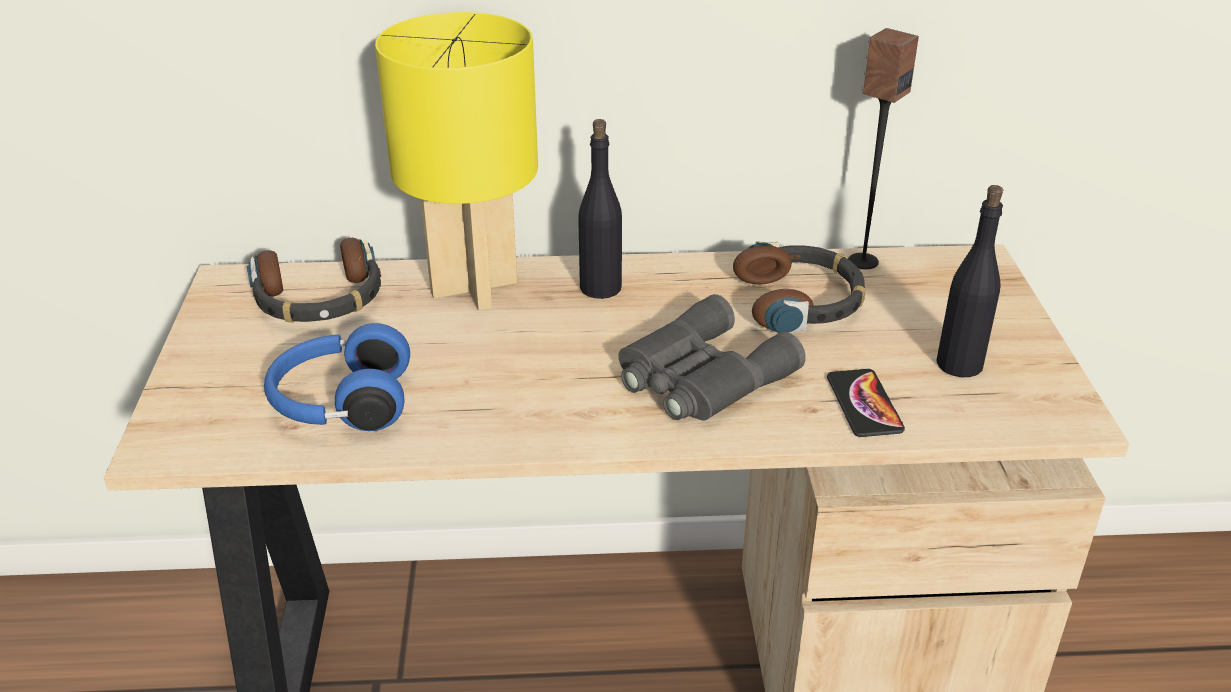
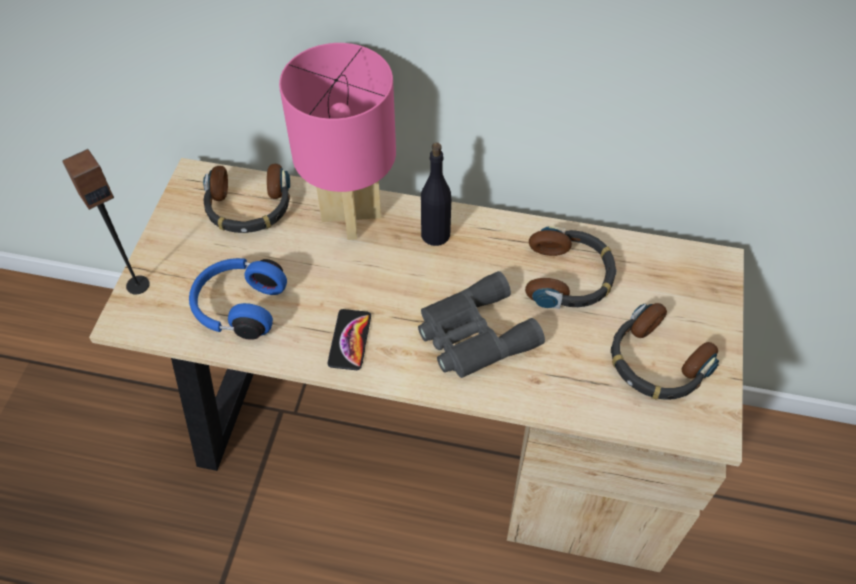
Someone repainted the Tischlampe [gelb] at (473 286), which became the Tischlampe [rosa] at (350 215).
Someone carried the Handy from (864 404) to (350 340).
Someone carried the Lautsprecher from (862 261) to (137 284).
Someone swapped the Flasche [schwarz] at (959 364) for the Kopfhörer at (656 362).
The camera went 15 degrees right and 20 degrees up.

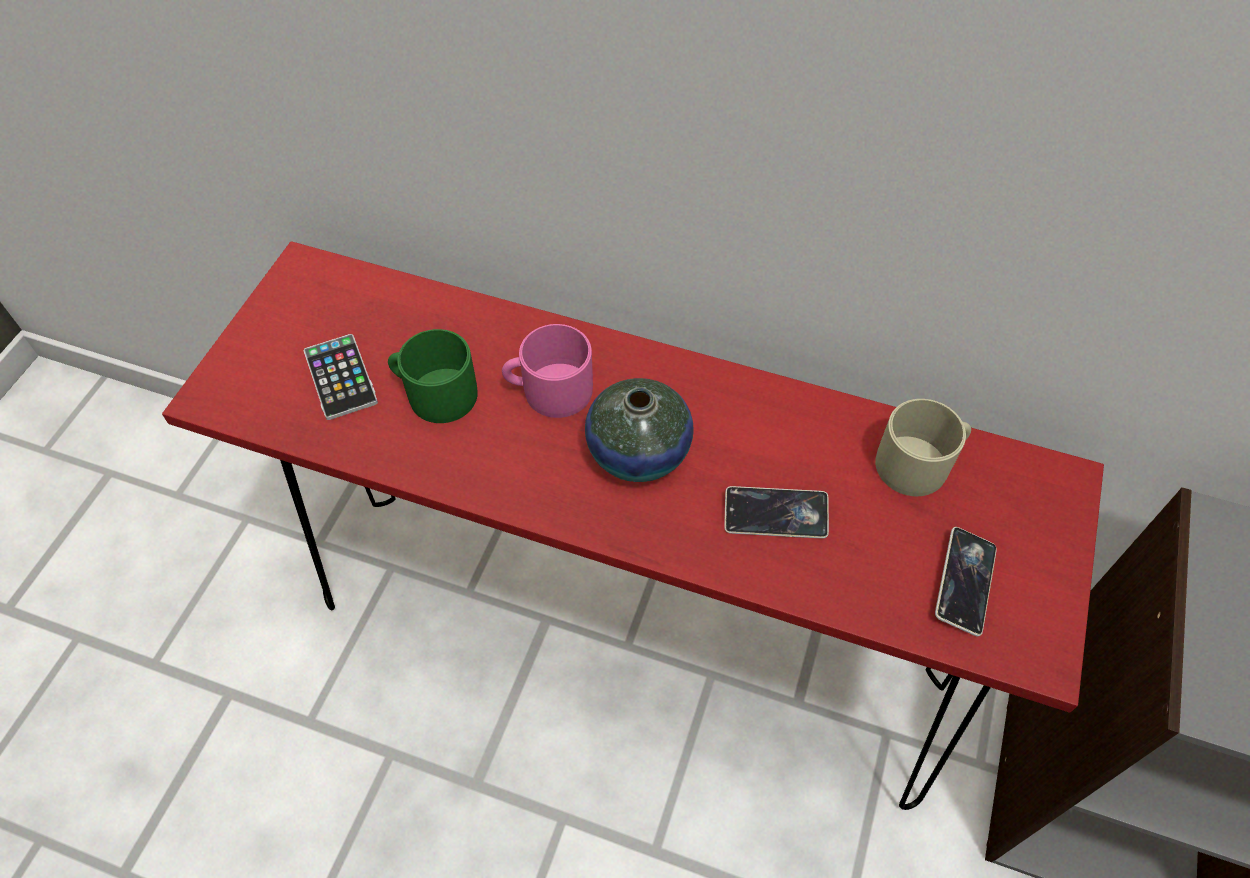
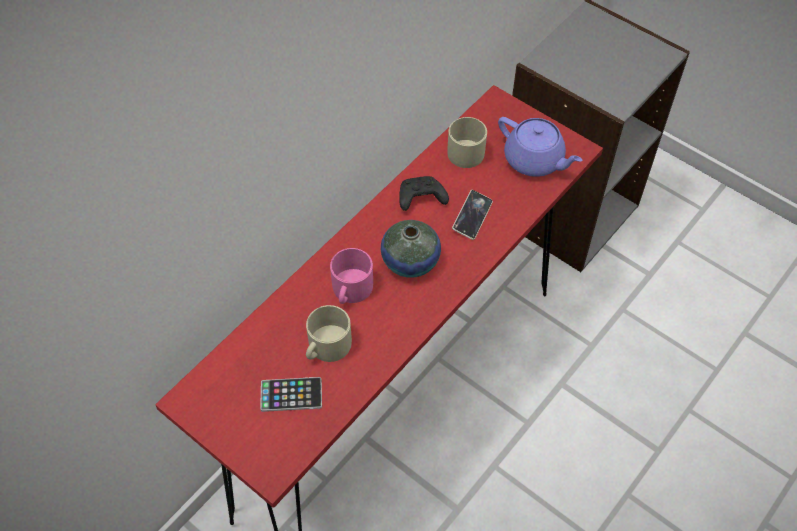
Someone repainted the Henkelbecher [grün] at (434 393), which became the Henkelbecher [beige] at (326 347).
Someone swapped the Handy at (964 583) for the Teekanne [lila] at (535 160).
Someone put down the Gamepad [schwarz] at (420 199).
The camera went 70 degrees left and 0 degrees up.

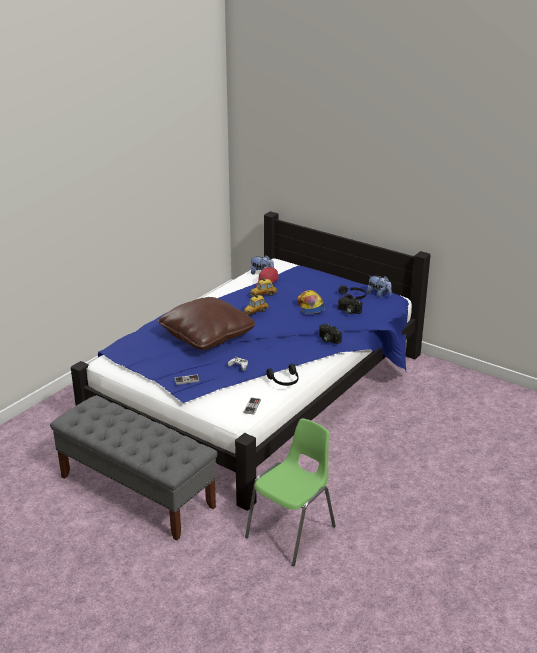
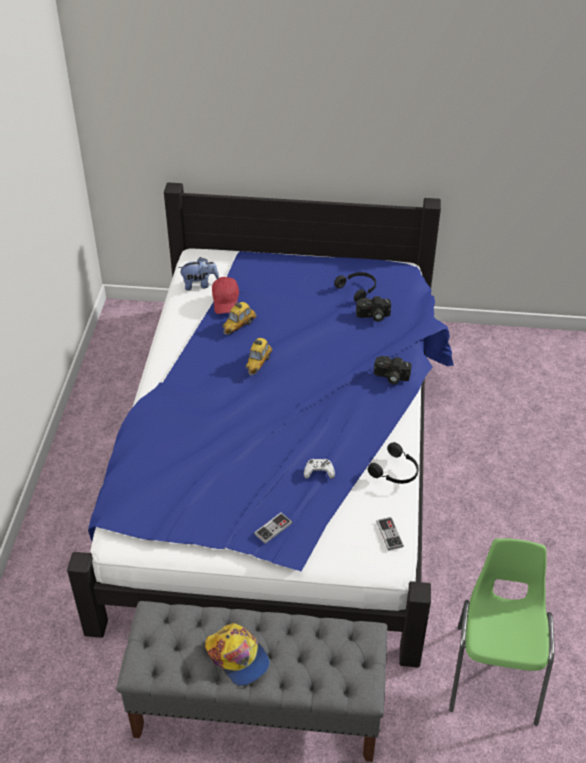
Someone took away the Kissen [braun] at (207 336).
Someone carried the Kappe from (311 307) to (238 657).
Someone took away the Plüschtier at (379 294).
The camera went 30 degrees left and 15 degrees up.

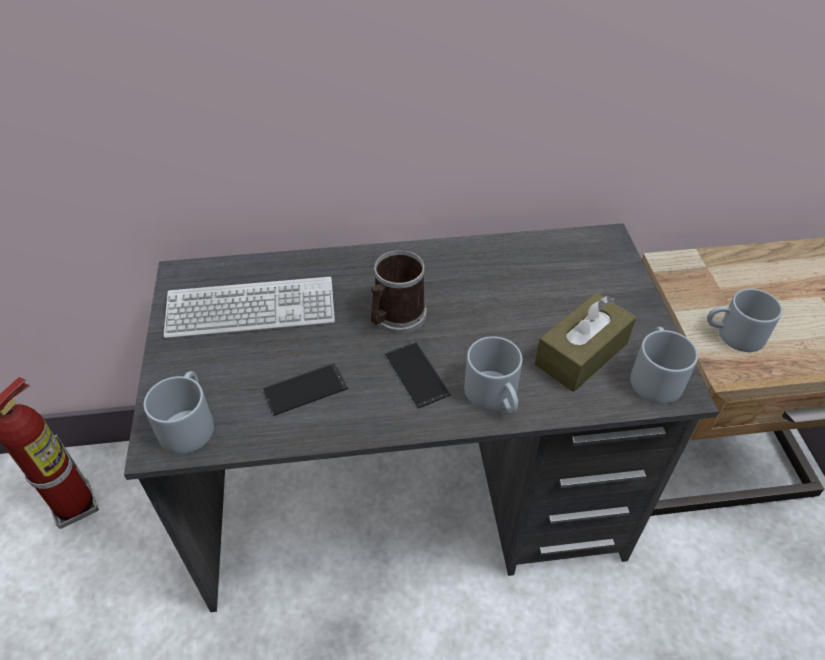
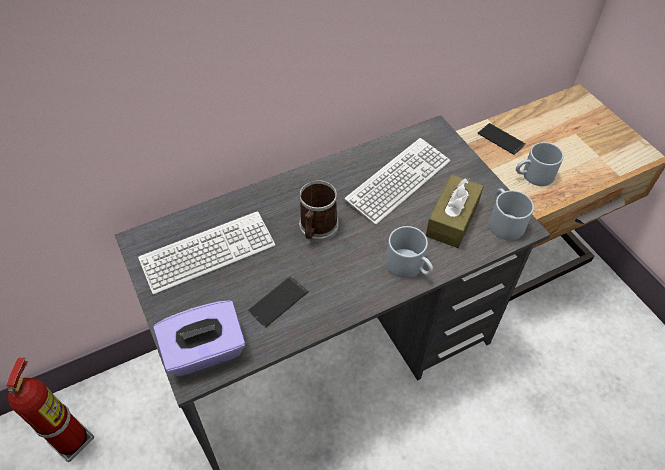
Someone swapped the Henkelbecher [grau] at (188 422) for the Taschentuchbox [lila] at (205 352).
Someone carried the Handy from (417 374) to (501 139).
Someone put down the Tastatur at (398 181).
The camera went 20 degrees left and 5 degrees up.

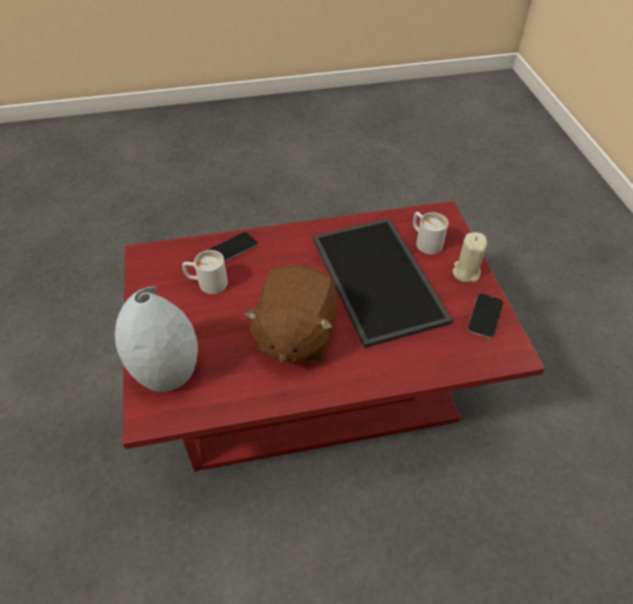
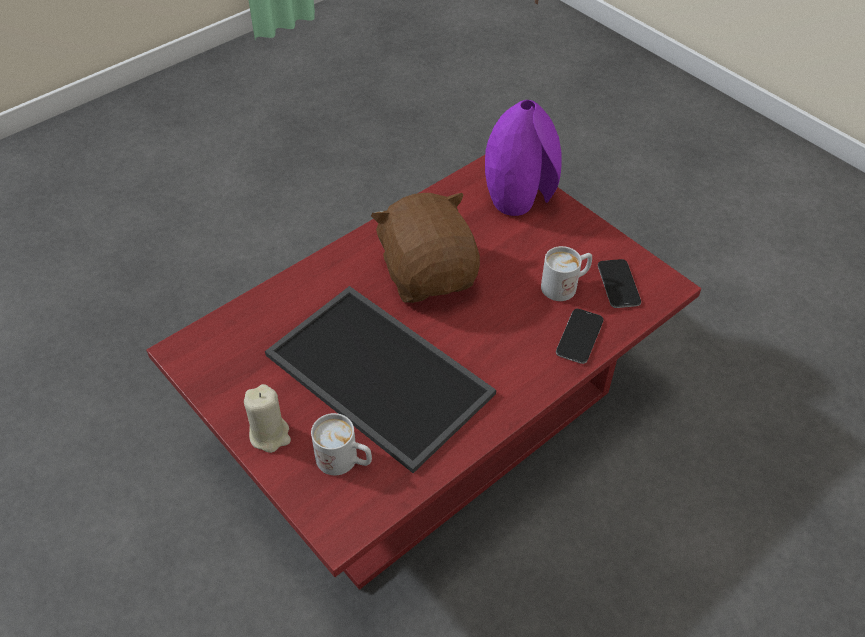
Someone repainted the Vase [grau] at (165 370), which became the Vase [lila] at (519 198).
Someone carried the Handy from (485 316) to (618 284).
The camera went 150 degrees right and 0 degrees up.

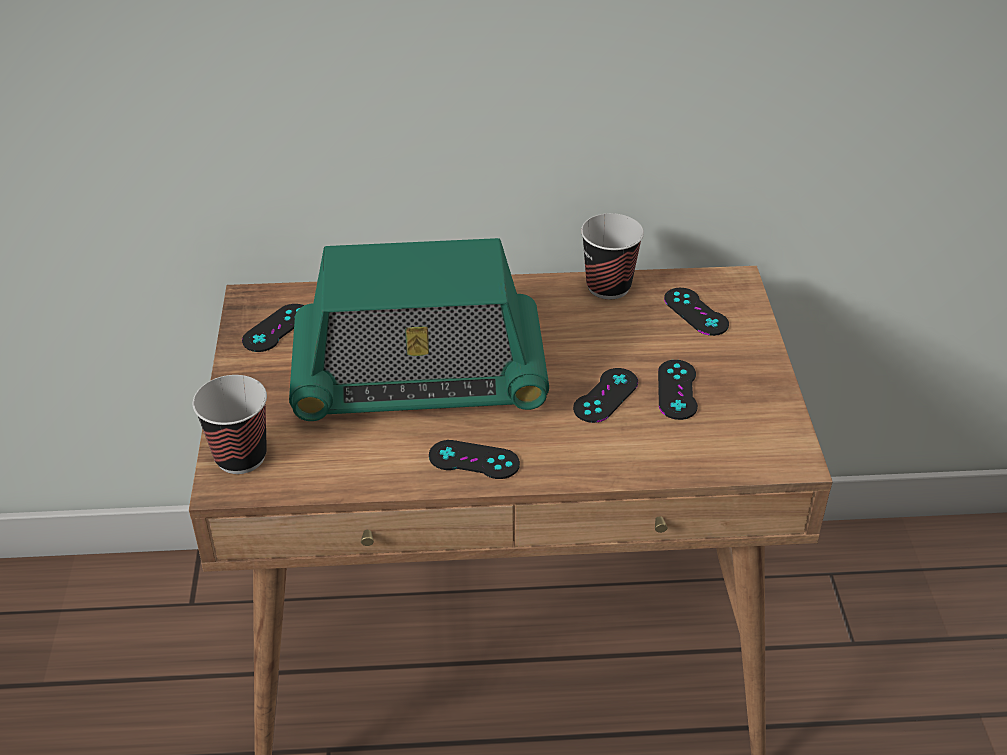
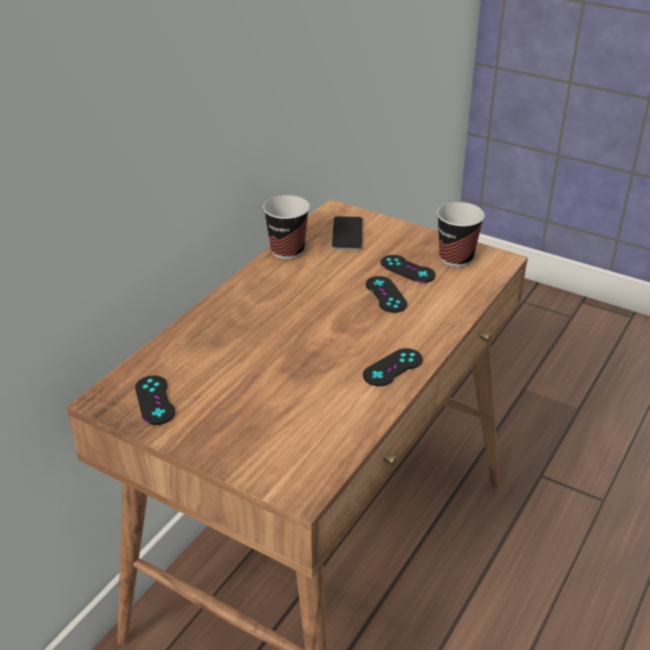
Someone carried the Tasse from (240 457) to (456 258).
Someone took away the Radio at (419 378).
Someone swapped the Gamepad [schwarz] at (696 312) for the Handy at (347 234).
The camera went 55 degrees left and 5 degrees down.

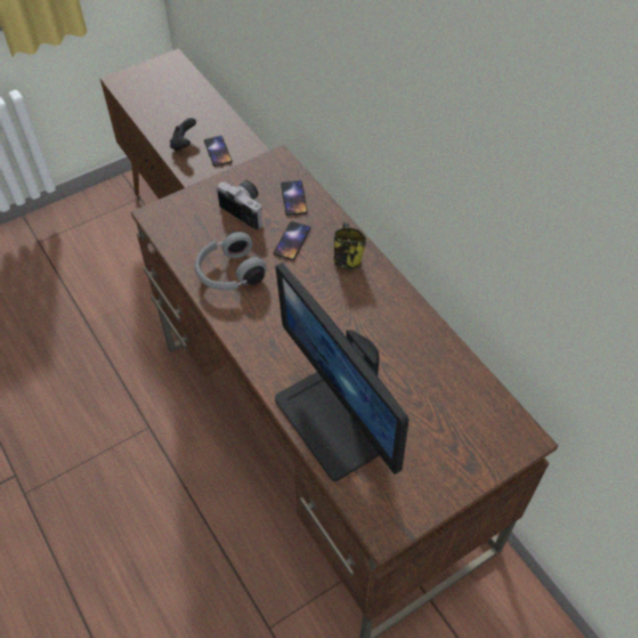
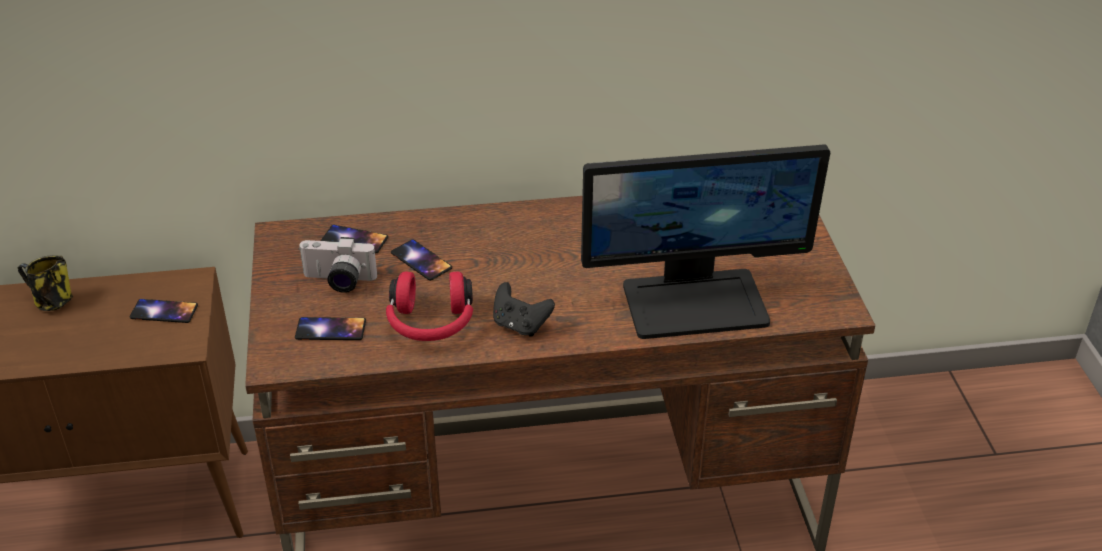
Someone carried the Gamepad [schwarz] from (183 144) to (520 325).
Someone repainted the Kopfhörer [grau] at (229 273), which became the Kopfhörer [rot] at (431 324).
Someone rotated the Kamera at (246 209) by 150 degrees counterclockwise.
Someone carried the Henkelbecher from (347 259) to (52 302).
Someone put down the Handy at (330 329).
The camera went 65 degrees left and 15 degrees down.

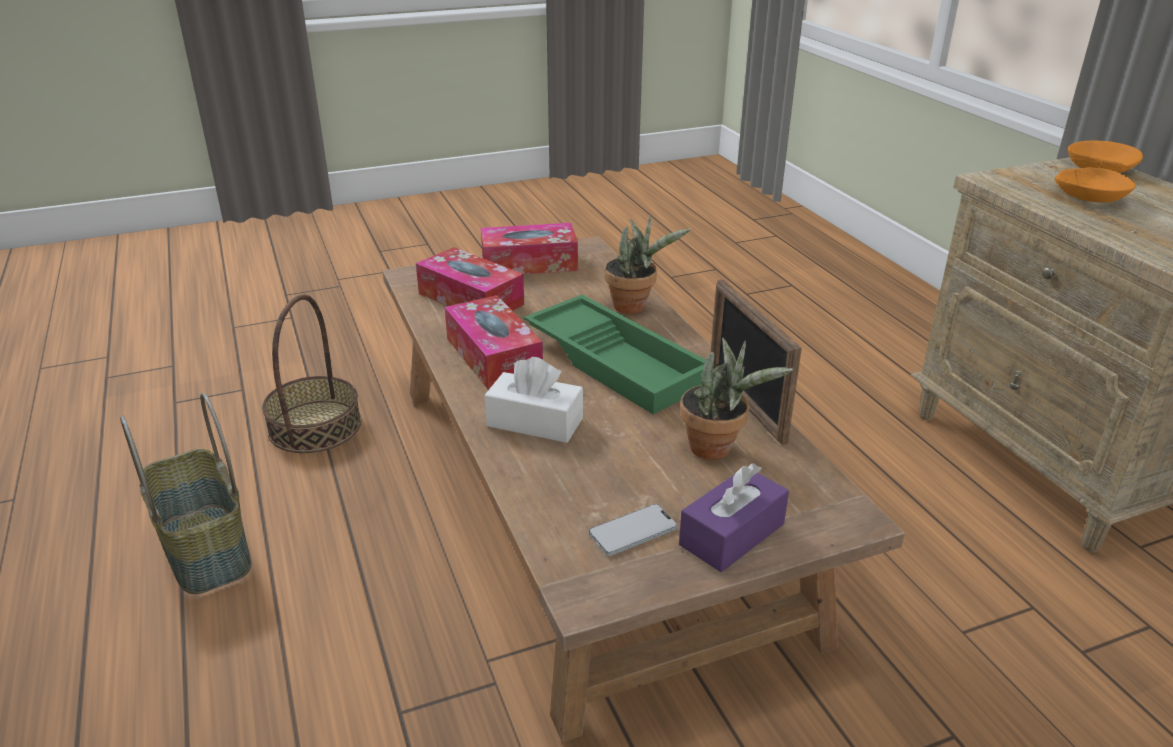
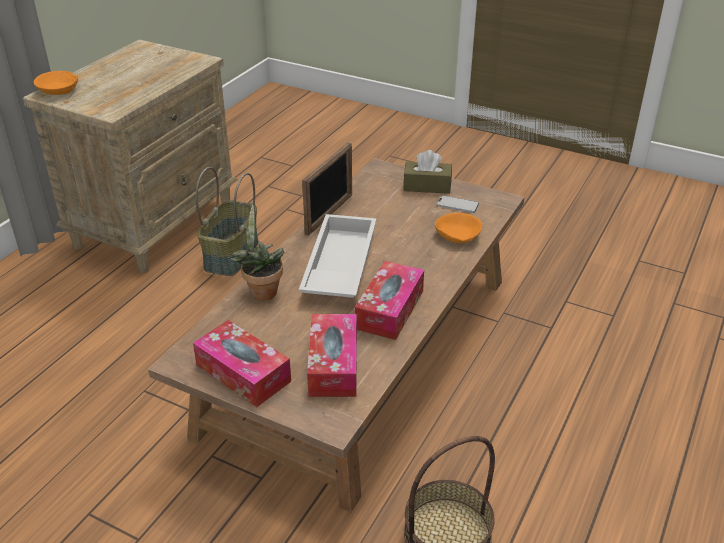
Someone carried the Korb from (203 549) to (232 255).
Someone took away the Taschentuchbox [weiß] at (535 422).
Someone repainted the Tablett [grün] at (618 362), which became the Tablett [weiß] at (338 265).
Someone repainted the Taschentuchbox [lila] at (732 534), which became the Taschentuchbox [braun] at (427 186).
Someone took away the Topfpflanze at (717 449).
Someone carried the Schüssel [orange] from (1089 197) to (458 236).
The camera went 130 degrees left and 5 degrees up.

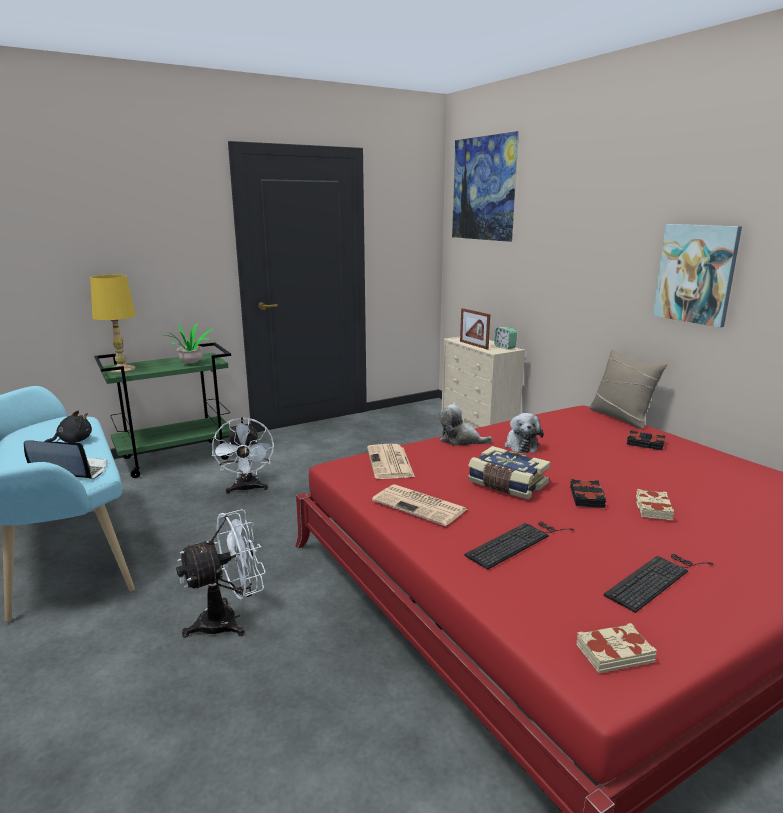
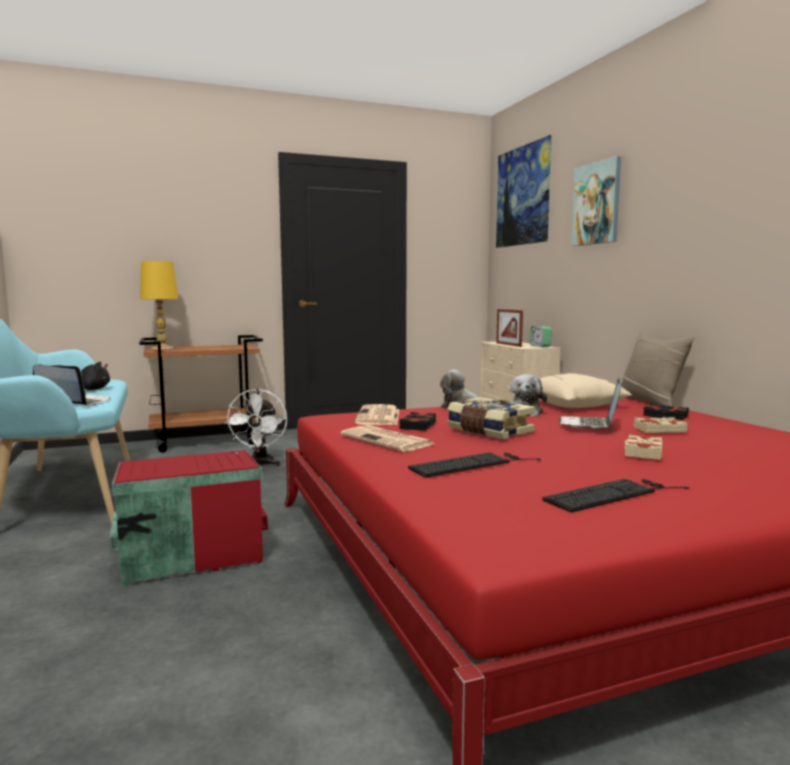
Someone repainted the Rollwagen [grün] at (177 458), which became the Rollwagen [braun] at (207 441).
Someone took away the Topfpflanze at (191 363).
Someone swapped the Ventilator [weiß] at (228 620) for the Aufbewahrungsbox [rot] at (190 551).
Someone carried the Buch [schwarz] from (587 497) to (418 425).
Someone carried the Buch [beige] from (613 653) to (659 429).
Someone carried the Bild from (696 274) to (597 203).
Someone put down the Kissen [beige] at (575 405).
Someone put down the Laptop at (589 425).
The camera went 10 degrees right and 10 degrees down.

